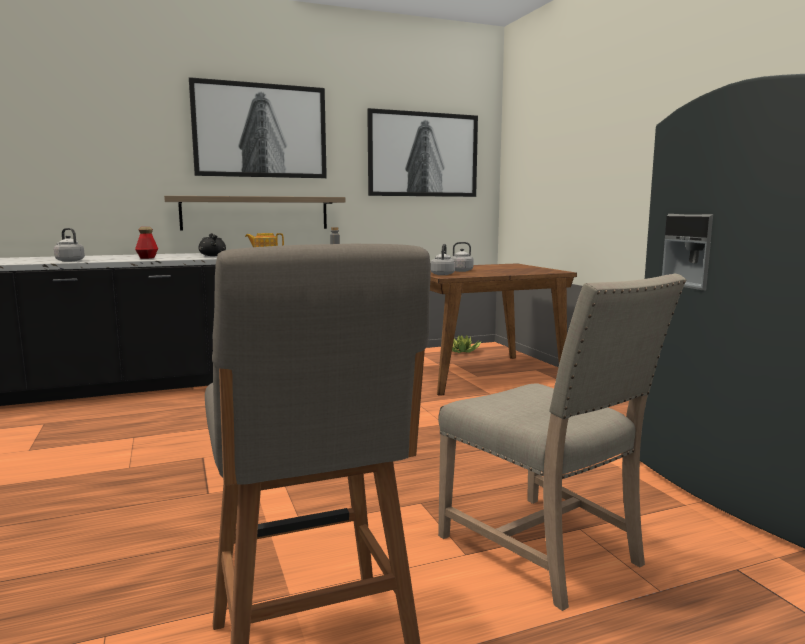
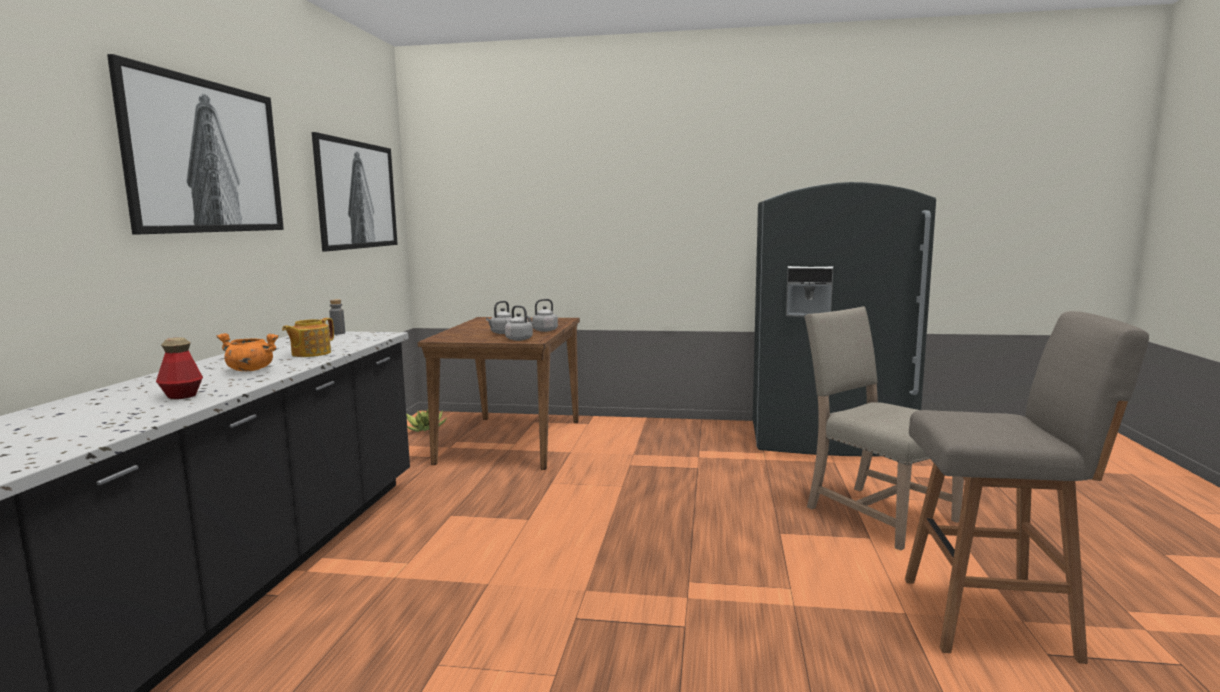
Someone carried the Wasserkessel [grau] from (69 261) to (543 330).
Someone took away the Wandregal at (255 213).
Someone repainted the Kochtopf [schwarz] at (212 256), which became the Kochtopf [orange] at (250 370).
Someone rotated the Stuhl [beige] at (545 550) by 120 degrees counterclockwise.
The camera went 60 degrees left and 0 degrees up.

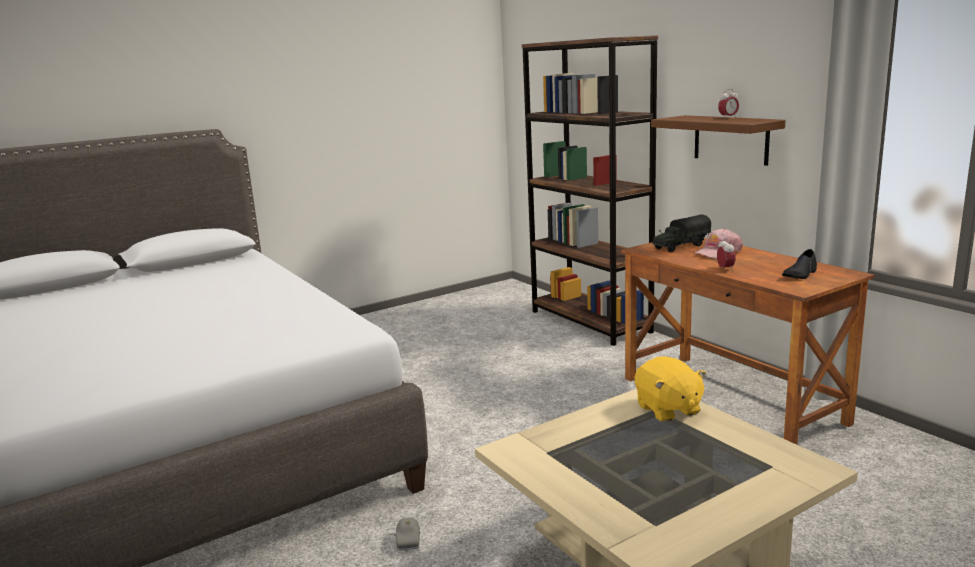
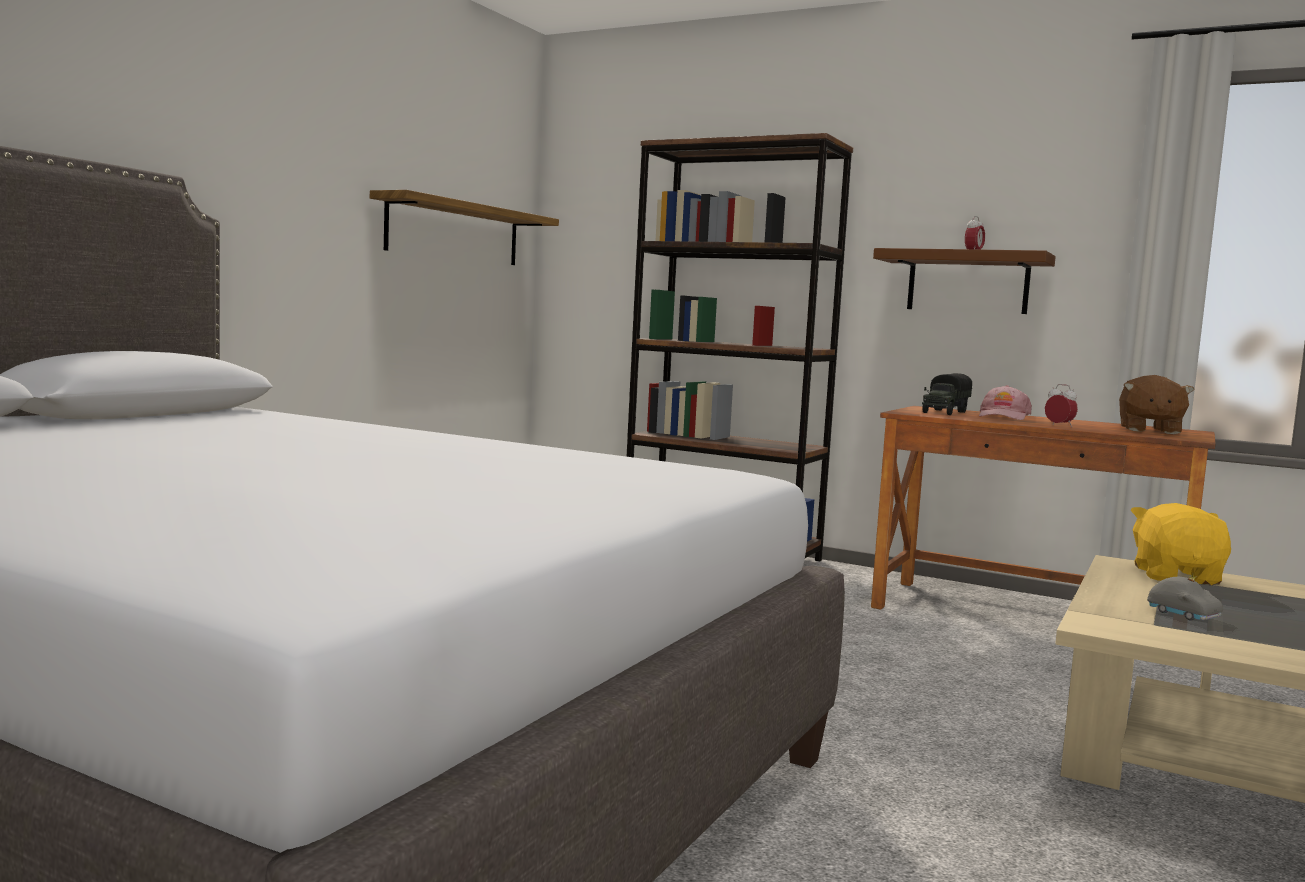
Someone carried the Spielzeugauto [grau] from (409 541) to (1183 614).
Someone rotated the Plüschtier [gelb] at (668 409) by 120 degrees counterclockwise.
Someone swapped the Schuh [schwarz] at (800 274) for the Plüschtier [braun] at (1149 430).
Someone put up the Wandregal at (454 232).
The camera went 30 degrees left and 10 degrees down.

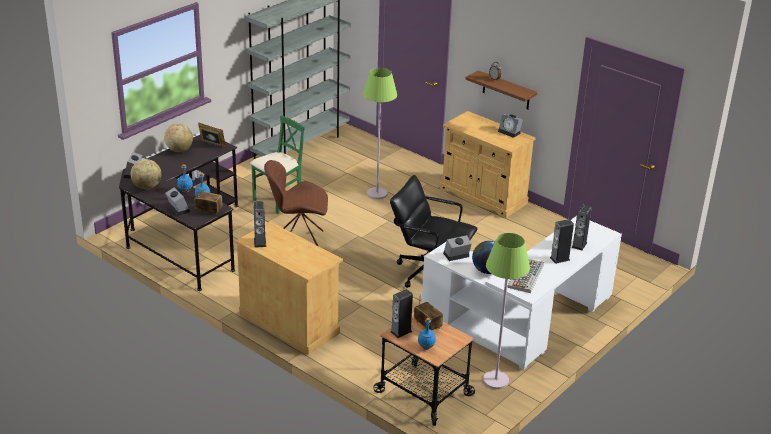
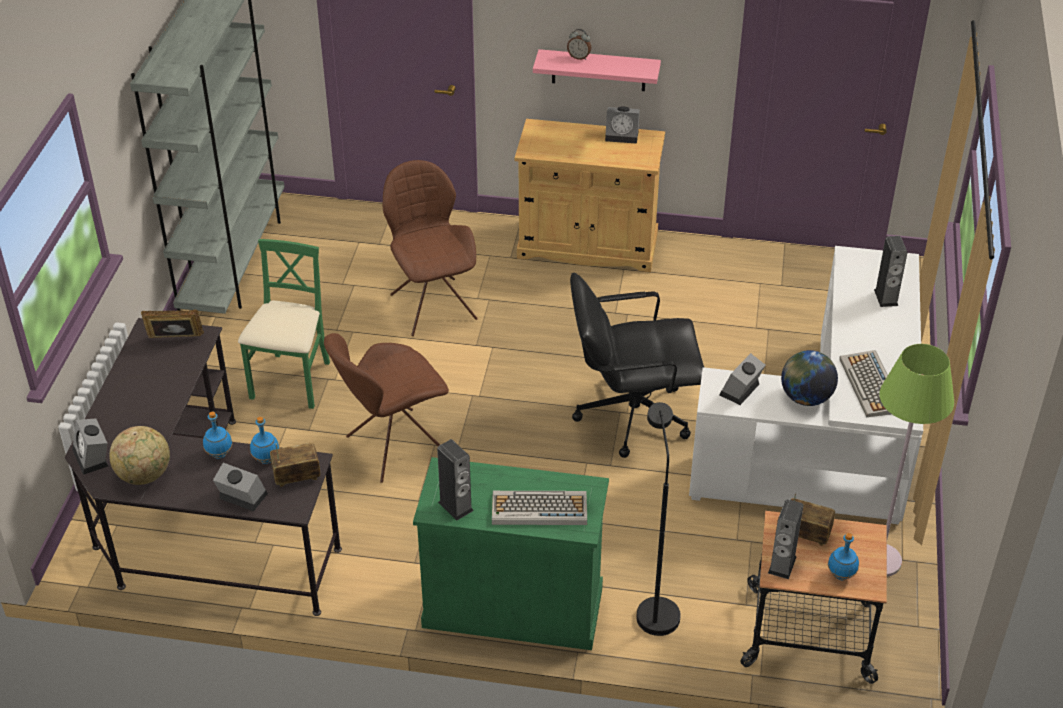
Someone took away the Globus at (179 150).
Someone repainted the Schrank [beige] at (289 323), which became the Schrank [grün] at (513 606).
Someone swapped the Stehlampe [grün] at (377 193) for the Stuhl [braun] at (432 305).
Someone repainted the Wandregal [braun] at (506 90), which became the Wandregal [rosa] at (598 70).
Someone took away the Lautsprecher at (559 259).
Someone put down the Tastatur at (538 509).
Someone put down the Stehlampe [schwarz] at (654 608).
The camera went 30 degrees left and 10 degrees up.

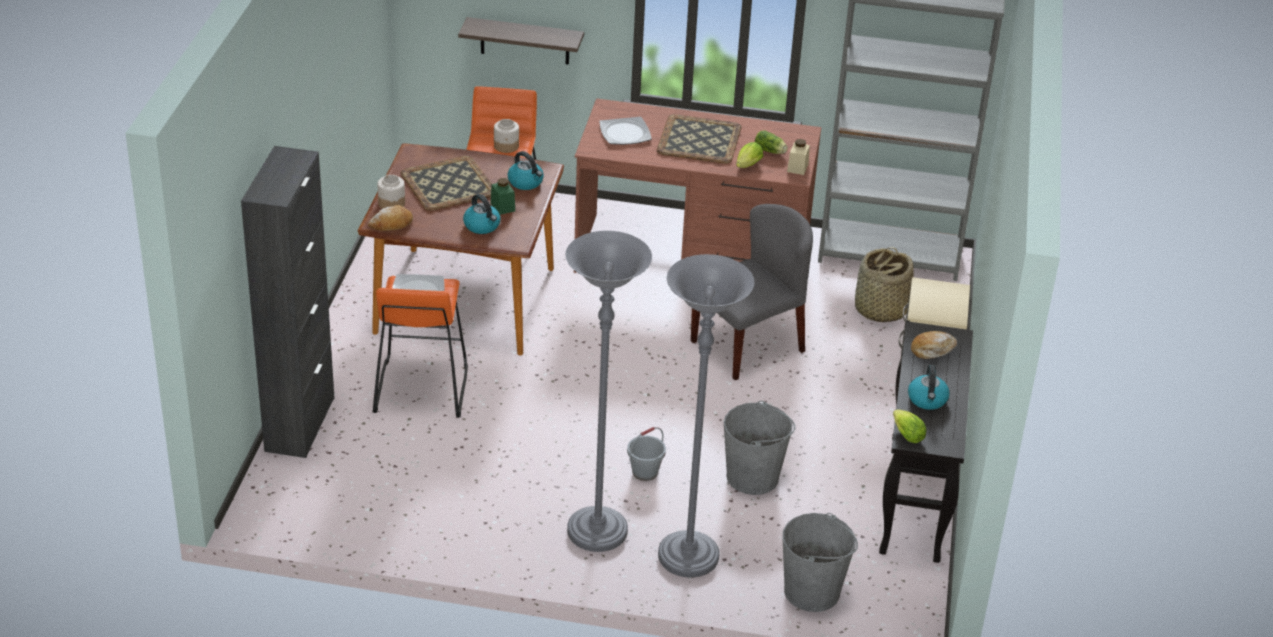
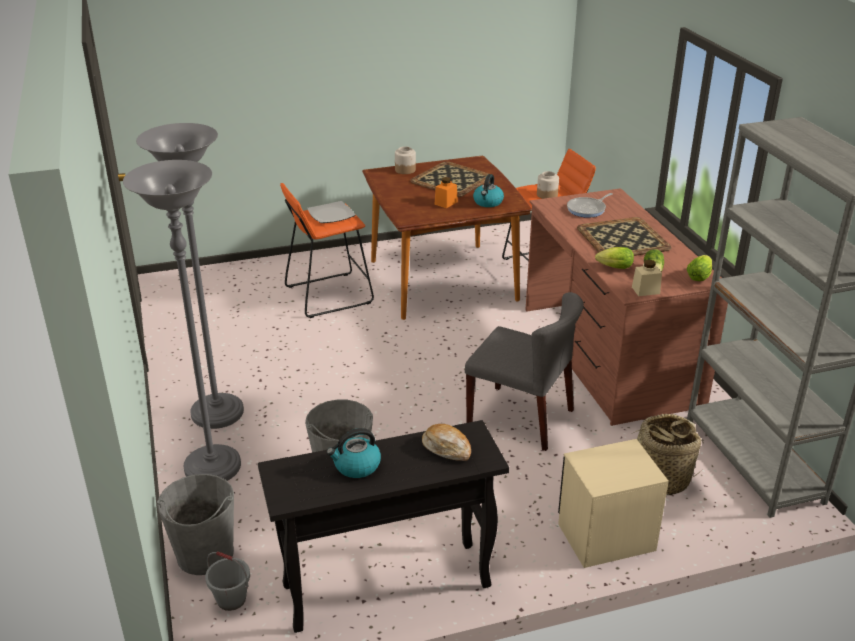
Someone took away the Schrank [schwarz] at (300 424).
Someone took away the Brot at (391 224).
Someone took away the Wandregal at (525 41).
Someone took away the Wasserkessel at (482 226).
Someone repainted the Vorratsglas [grün] at (502 207), which became the Vorratsglas [orange] at (446 203).
Someone swapped the Teller at (625 133) for the Pfanne at (588 209).
Someone carried the Eimer [grau] from (645 472) to (231 599).
Someone carried the Salatkopf from (906 434) to (699 276).
The camera went 65 degrees right and 5 degrees down.

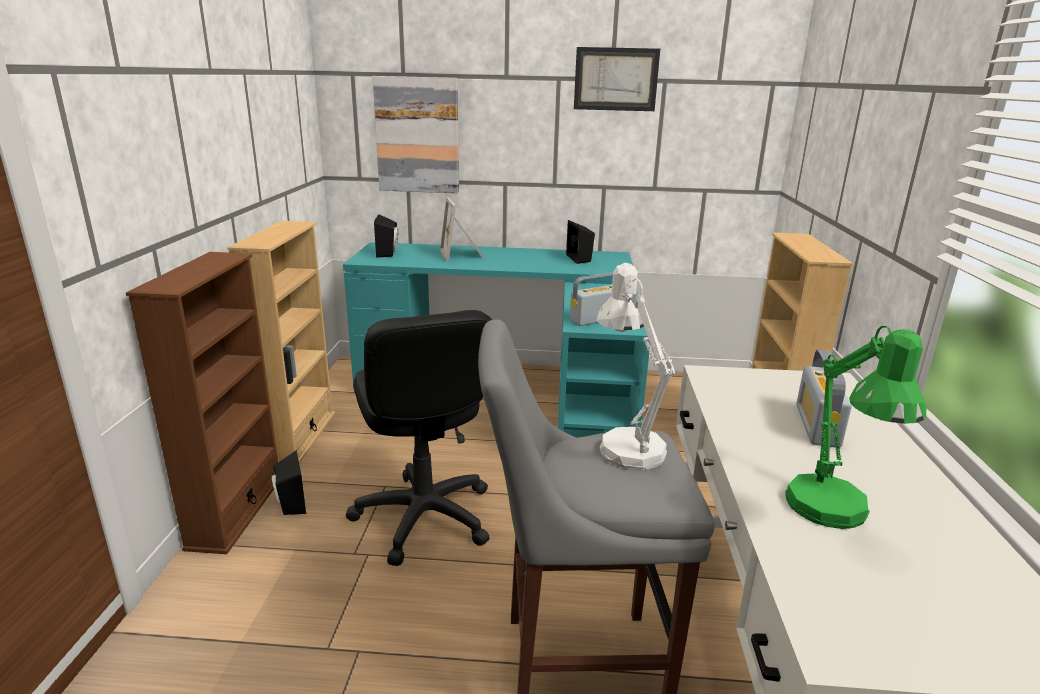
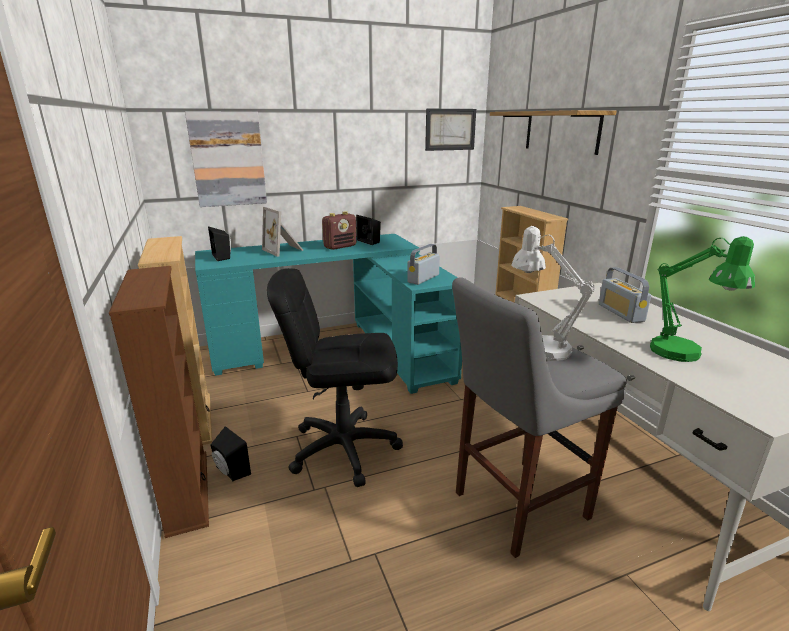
Someone rotated the Bürostuhl [schwarz] at (423 517) by 135 degrees clockwise.
Someone carried the Bild from (615 79) to (450 129).
Someone put down the Radio at (340 247).
Someone put up the Wandregal at (561 131).
The camera went 25 degrees left and 0 degrees up.

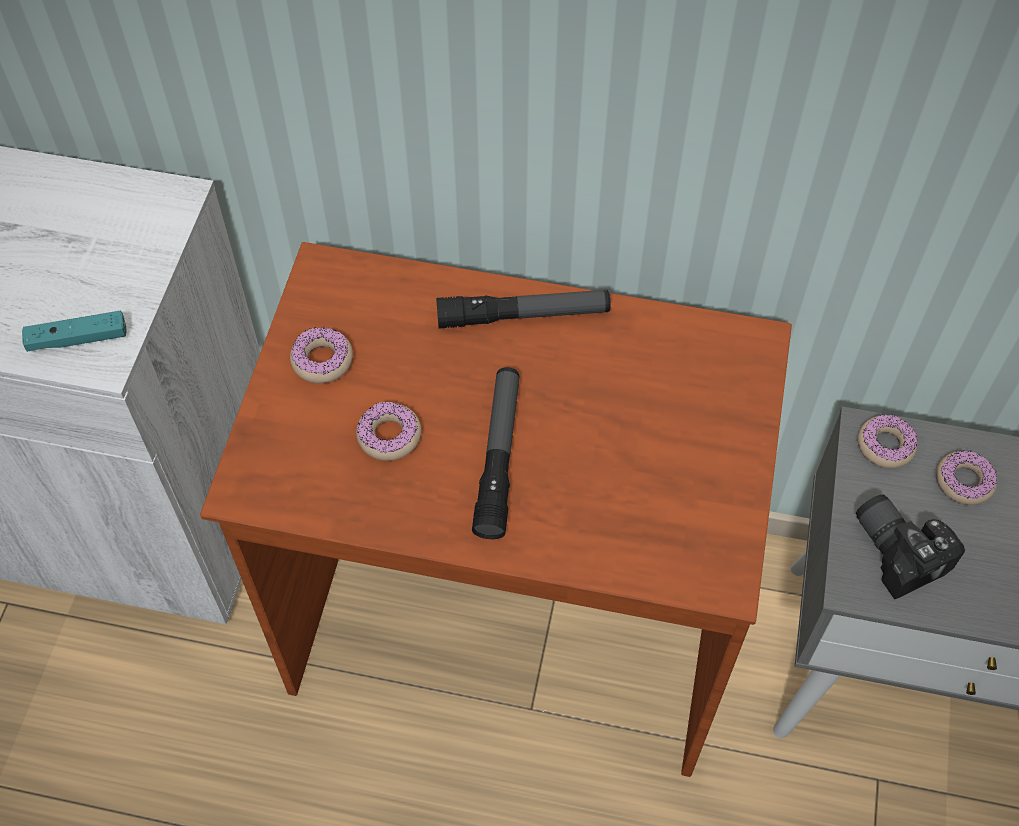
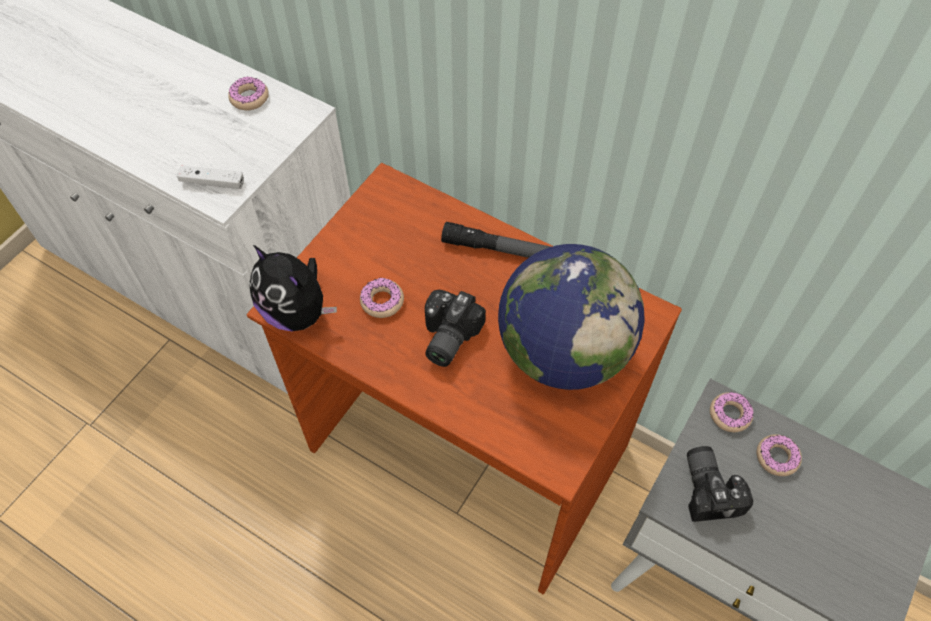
Someone repainted the Gamepad [türkis] at (78 339), which became the Gamepad [weiß] at (212 182).
Someone carried the Donut from (322 360) to (249 98).
Someone swapped the Taschenlampe at (498 457) for the Kamera at (445 337).
Someone put down the Plüschtier at (297 312).
Someone put down the Globus at (563 352).
The camera went 20 degrees right and 0 degrees up.

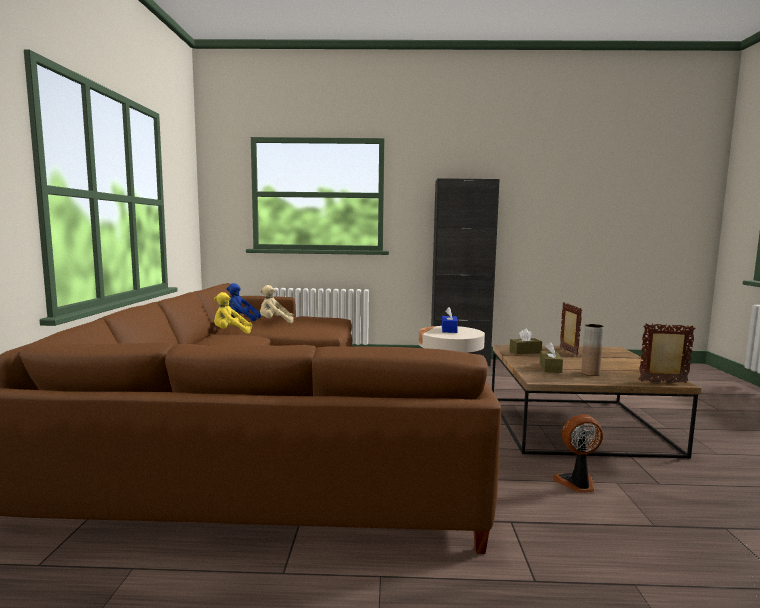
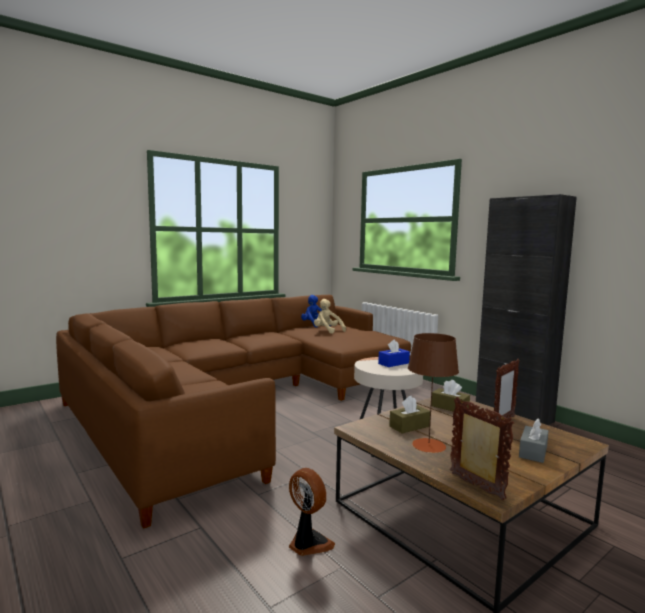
Someone took away the Plüschtier [gelb] at (231 333).
Someone swapped the Vase [braun] at (590 373) for the Tischlampe [braun] at (428 445).
Someone put down the Taschentuchbox [grau] at (533 452).
The camera went 50 degrees right and 0 degrees up.

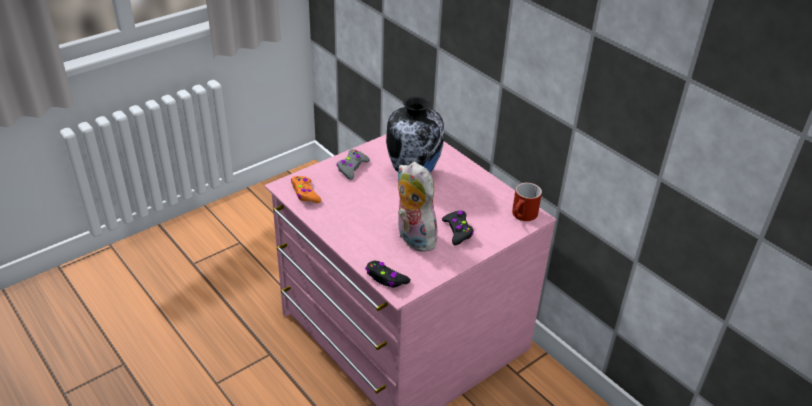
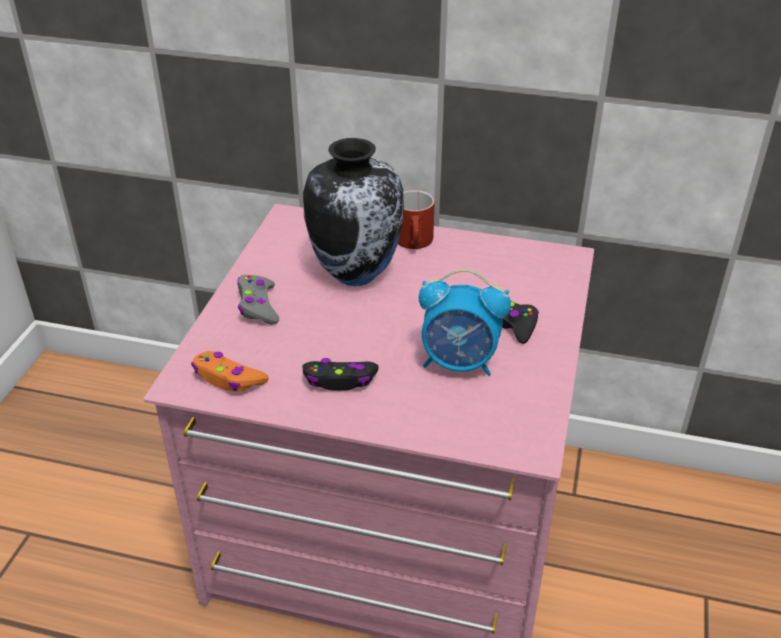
Someone carried the Gamepad [schwarz] from (386 278) to (340 380).
Someone swapped the Plüschtier at (413 238) for the Wecker at (459 363).
Someone carried the Henkelbecher [rot] from (523 216) to (415 243).
The camera went 35 degrees left and 0 degrees up.

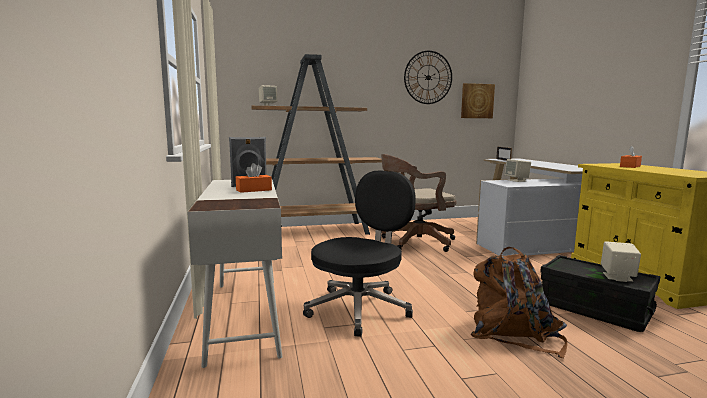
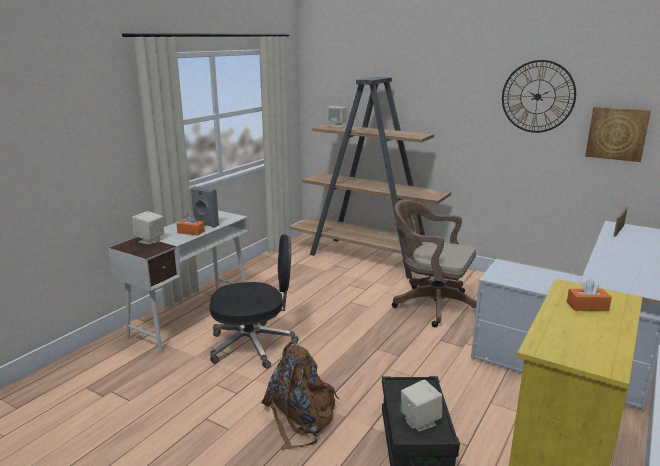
Someone carried the Lautsprecher [beige] from (517 180) to (150 240).
The camera went 45 degrees right and 10 degrees up.

